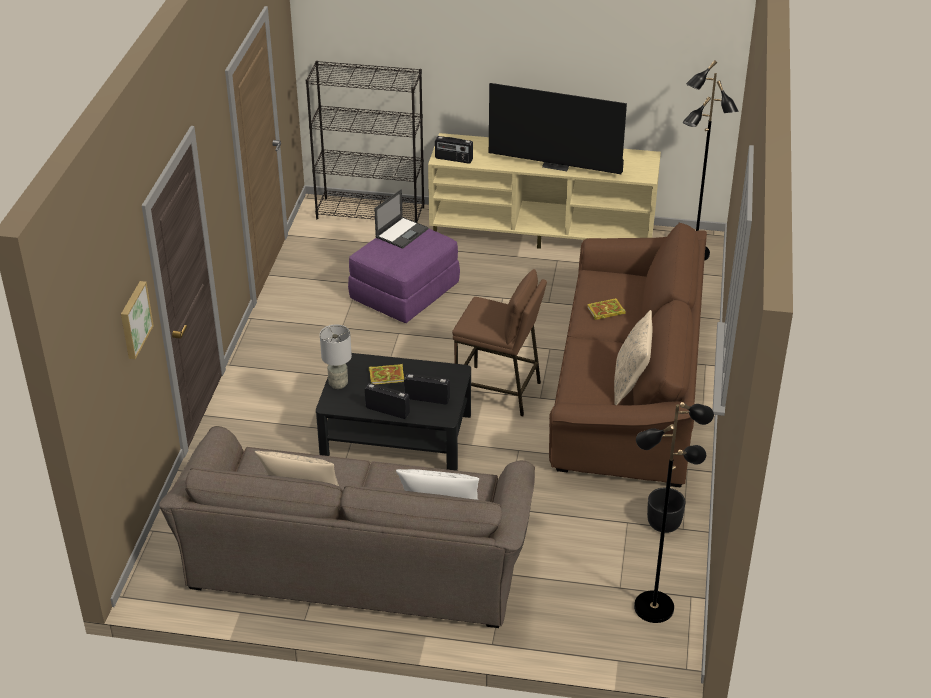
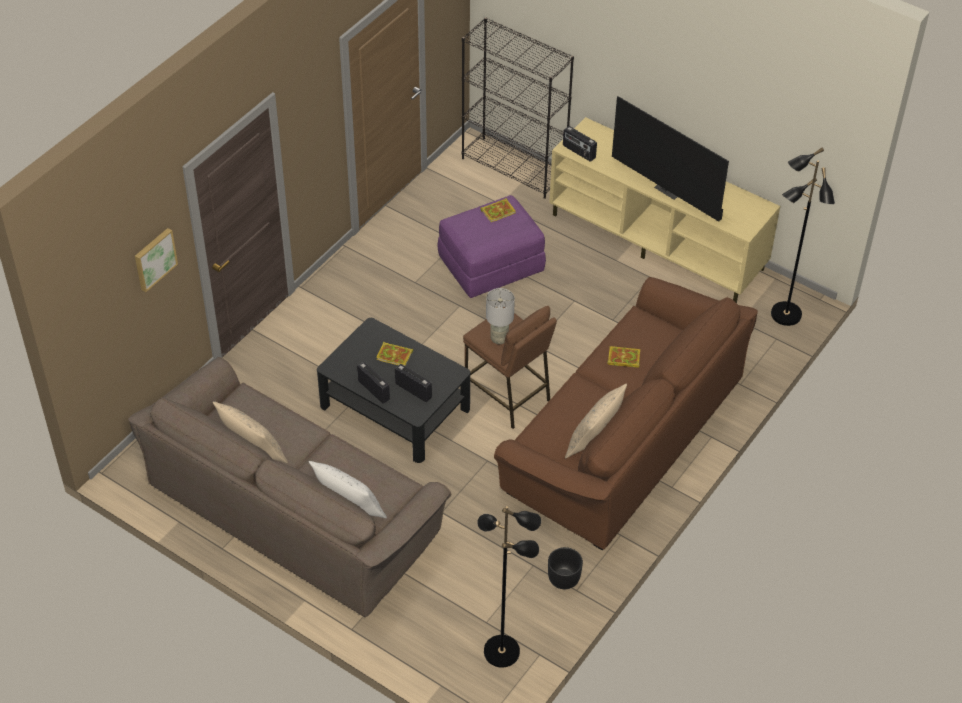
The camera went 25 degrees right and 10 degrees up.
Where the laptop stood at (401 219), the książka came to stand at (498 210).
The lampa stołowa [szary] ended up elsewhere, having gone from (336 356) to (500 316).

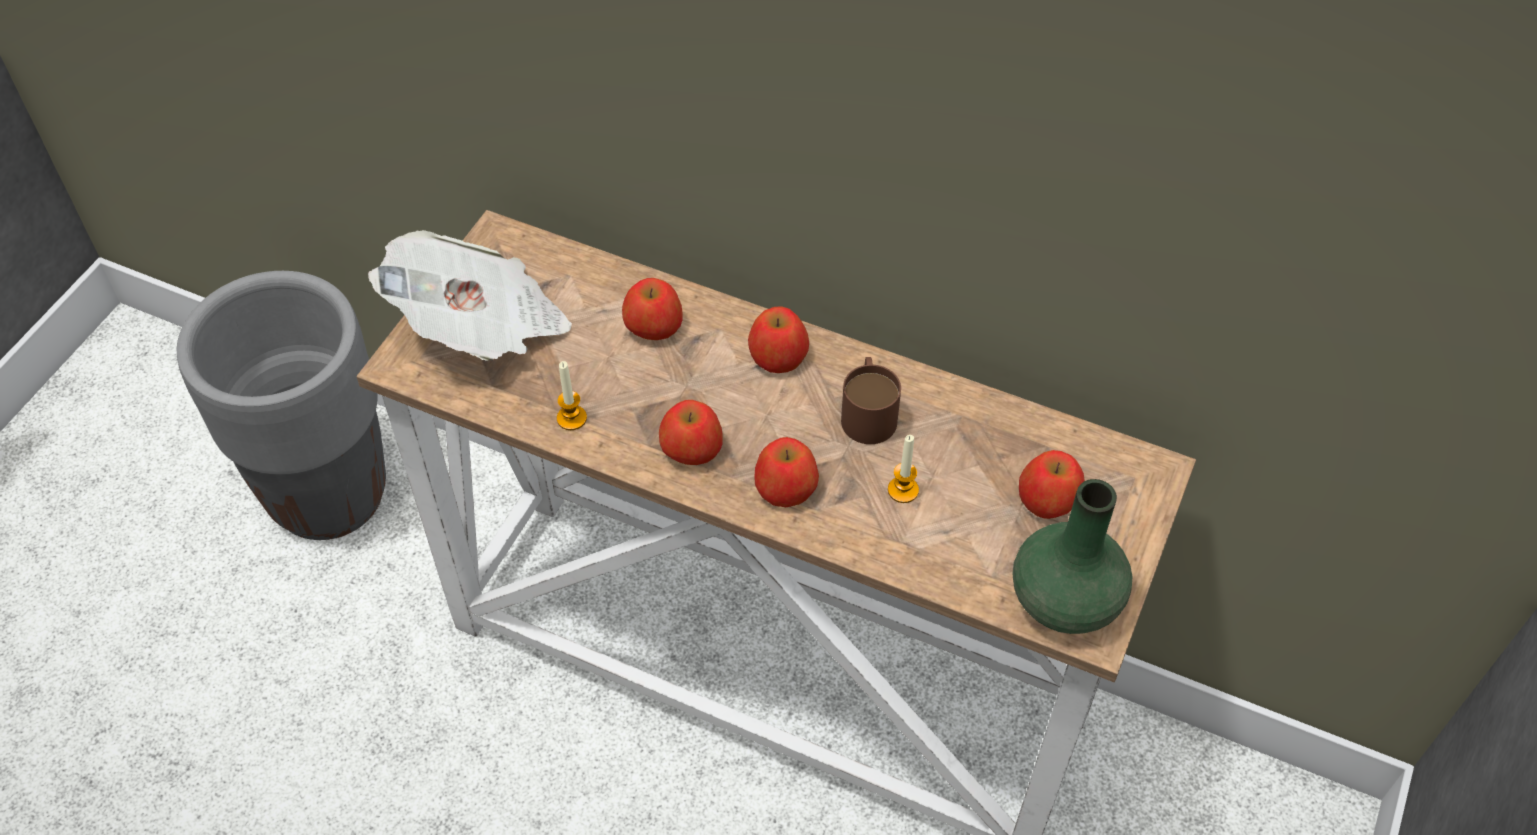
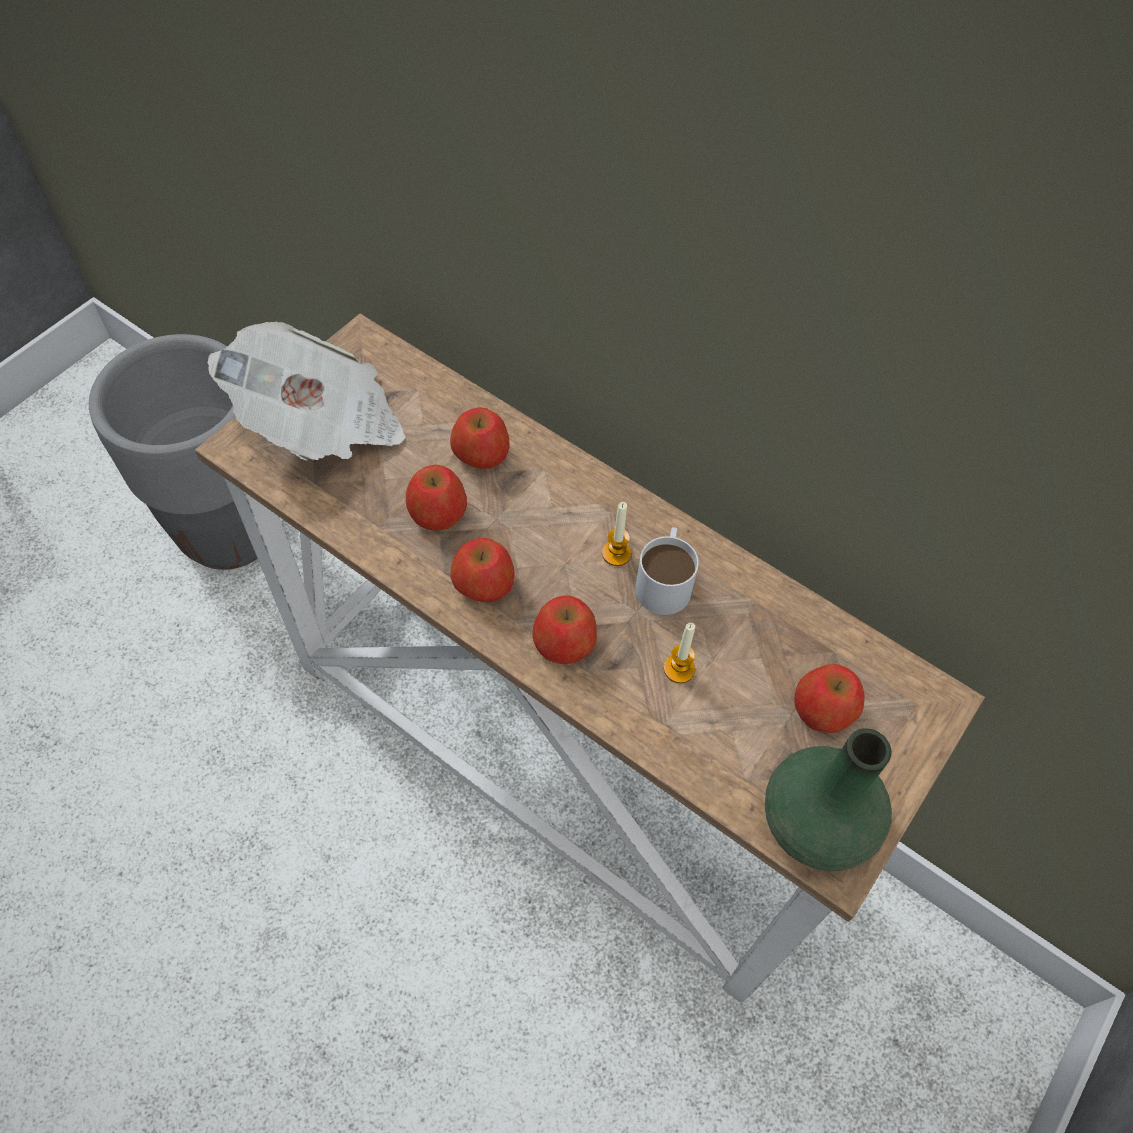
The camera went 10 degrees right and 5 degrees up.
The jabłko ended up elsewhere, having gone from (778 339) to (436 498).
The świeca ended up elsewhere, having gone from (572 395) to (617 534).
What was the kubek [brązowy] at (871 400) turned into the kubek [biały] at (667 571).

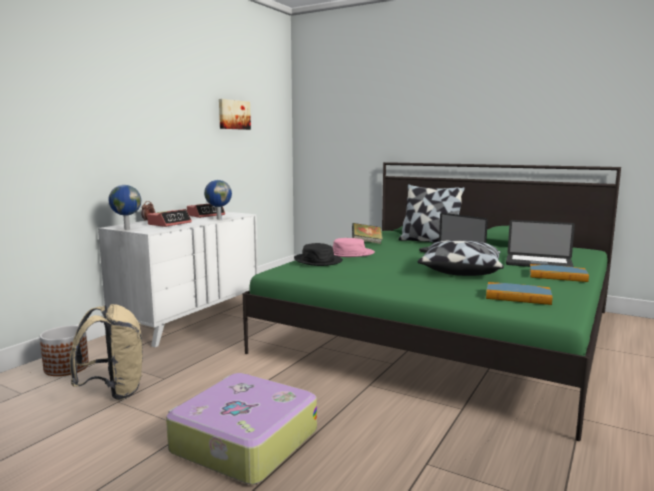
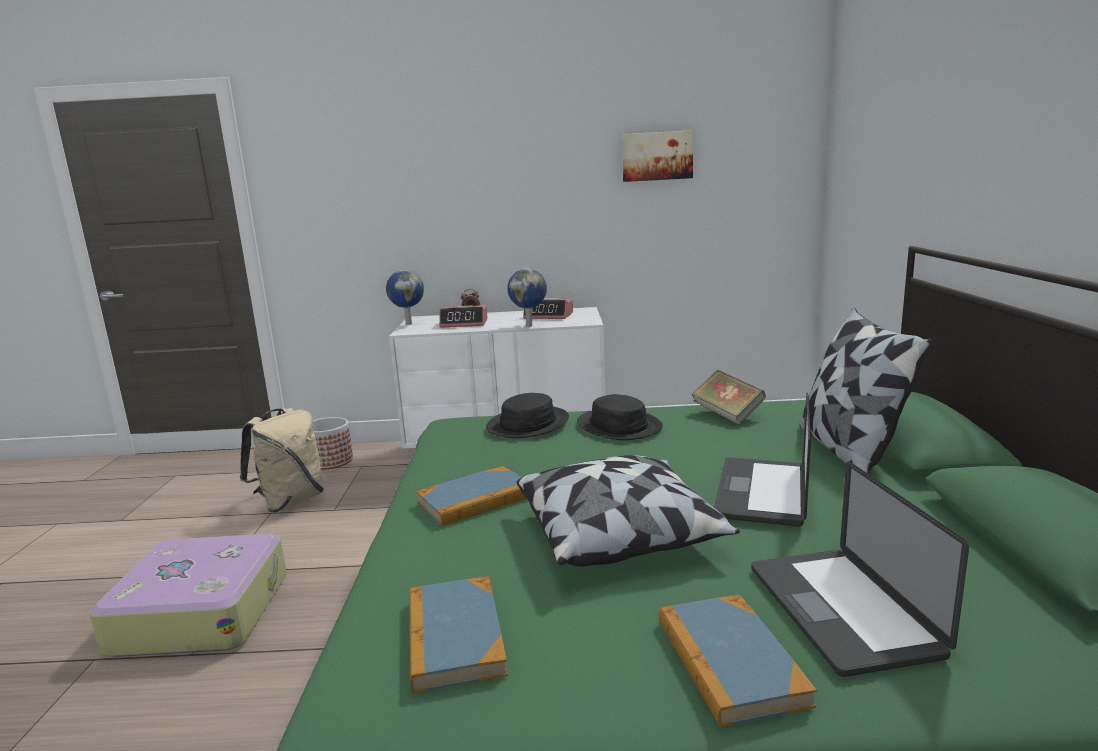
The camera went 60 degrees right and 5 degrees up.
The second view gained the książka at (471 496).
What was the kapelusz [różowy] at (354 247) turned into the kapelusz [czarny] at (620 417).

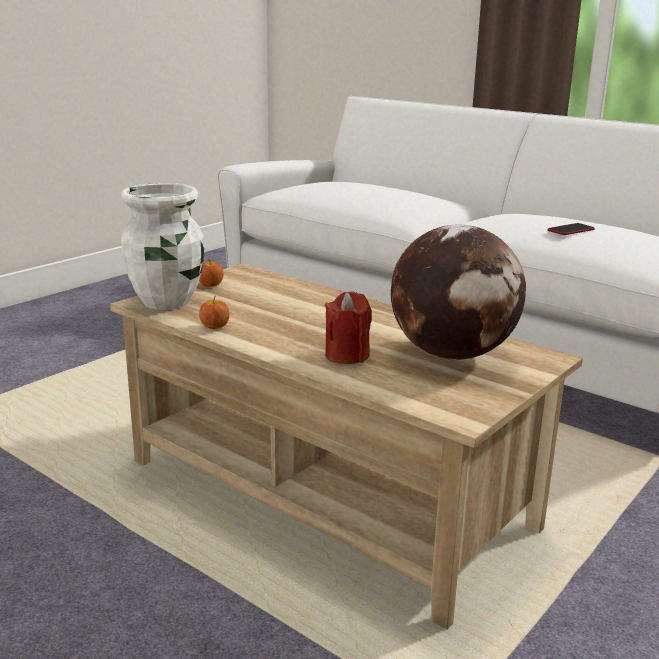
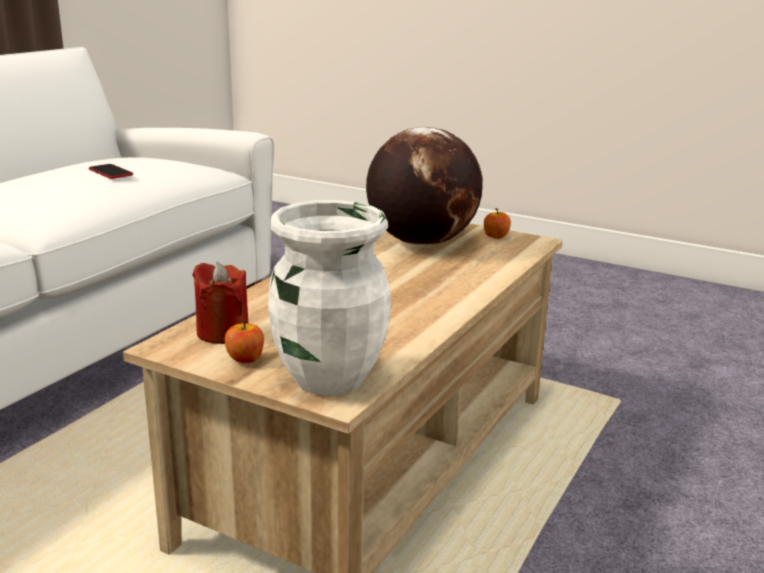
The camera went 100 degrees left and 0 degrees up.
The świeca [czerwony] ended up elsewhere, having gone from (348 327) to (220 303).
The jabłko ended up elsewhere, having gone from (214 312) to (497 223).

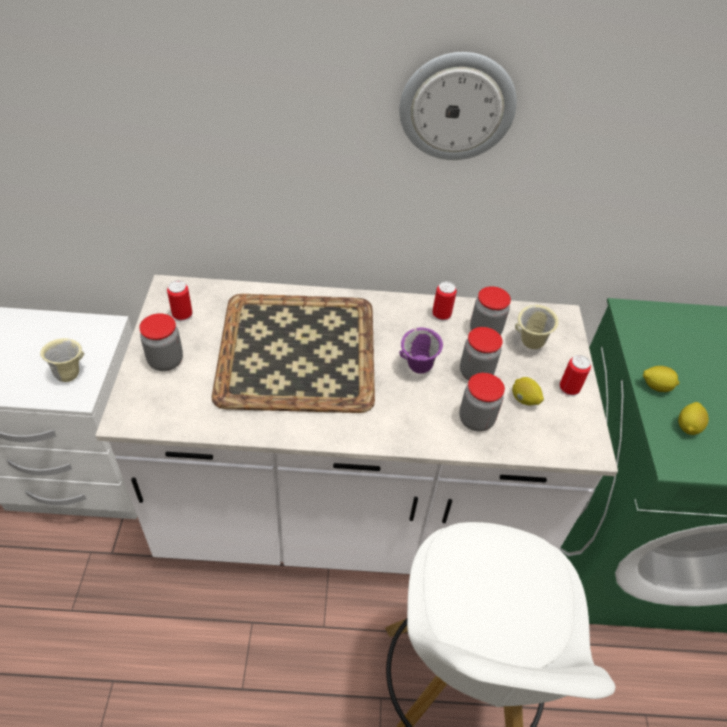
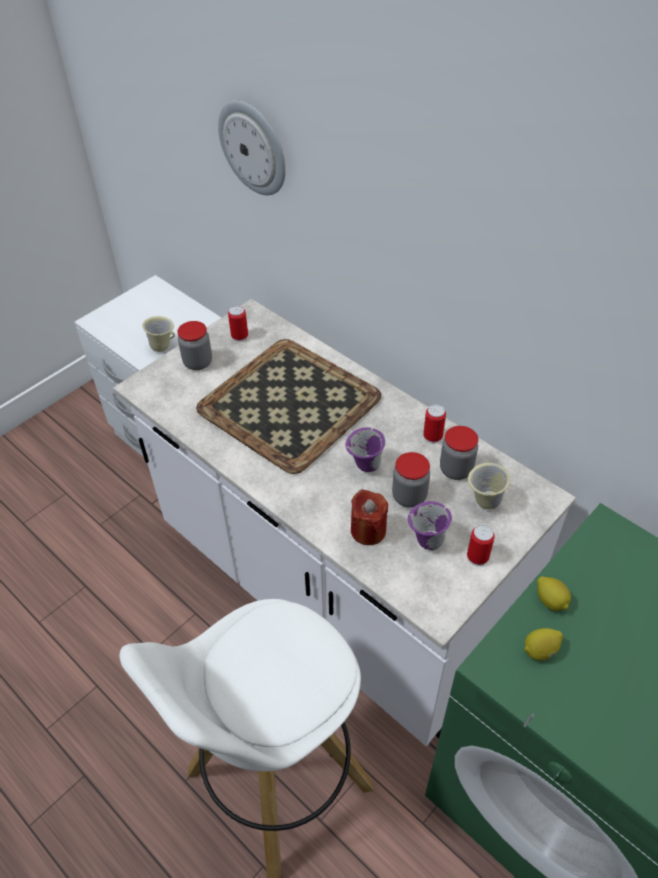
The camera went 45 degrees right and 0 degrees up.
The zegar ścienny ended up elsewhere, having gone from (458 106) to (252 148).
Where the słoik stood at (482 402), the świeca [czerwony] came to stand at (369 517).
Where the cytryna stood at (528 391), the kubek [fioletowy] came to stand at (430 525).

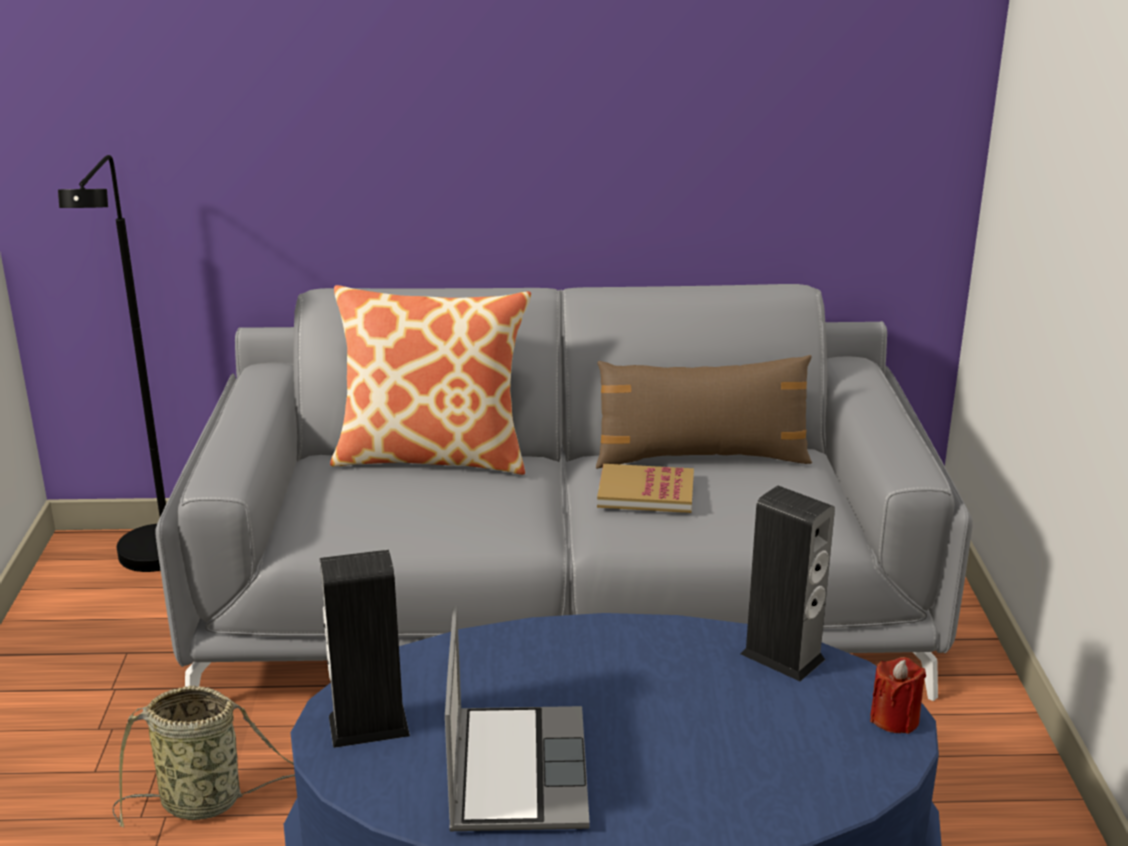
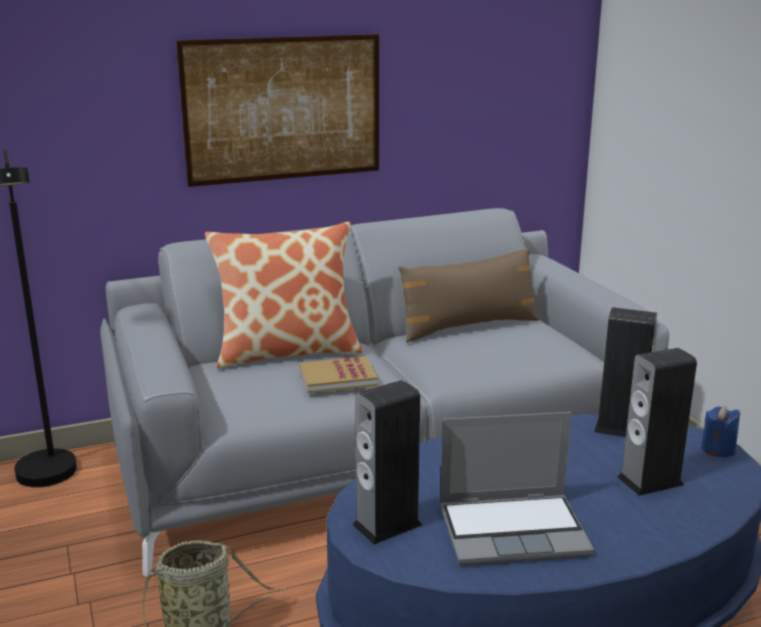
The camera went 20 degrees left and 5 degrees down.
The second view gained the obraz at (277 110).
The książka ended up elsewhere, having gone from (645 488) to (338 374).
The laptop at (517 718) ended up facing another way, 105 degrees clockwise from before.
The second view gained the głośnik at (657 422).
What was the świeca [czerwony] at (898 695) turned into the świeca [niebieski] at (720 431).

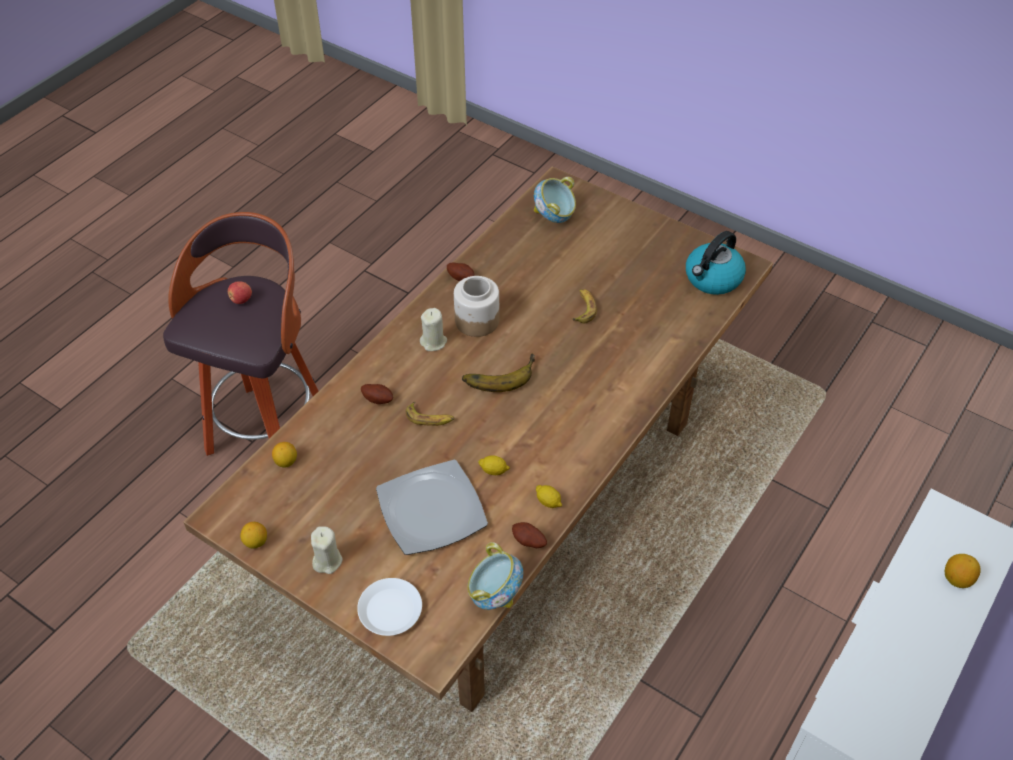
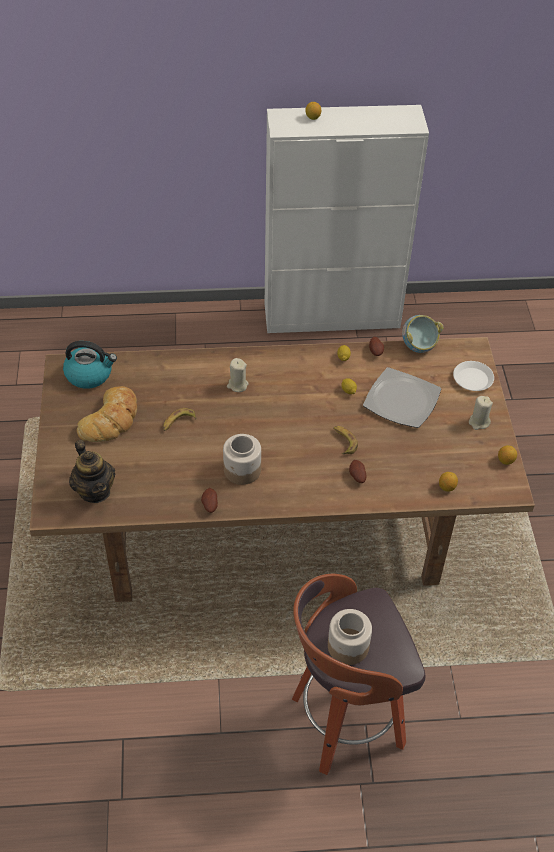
The camera went 130 degrees left and 0 degrees up.
Where the miska stood at (555 200), the imbryk came to stand at (92 471).
The second view gained the chleb at (107 414).
The świeca [beżowy] ended up elsewhere, having gone from (433 329) to (238 375).
Where the jabłko stood at (240 292), the słoik came to stand at (350 637).
The second view lost the banan at (498 372).

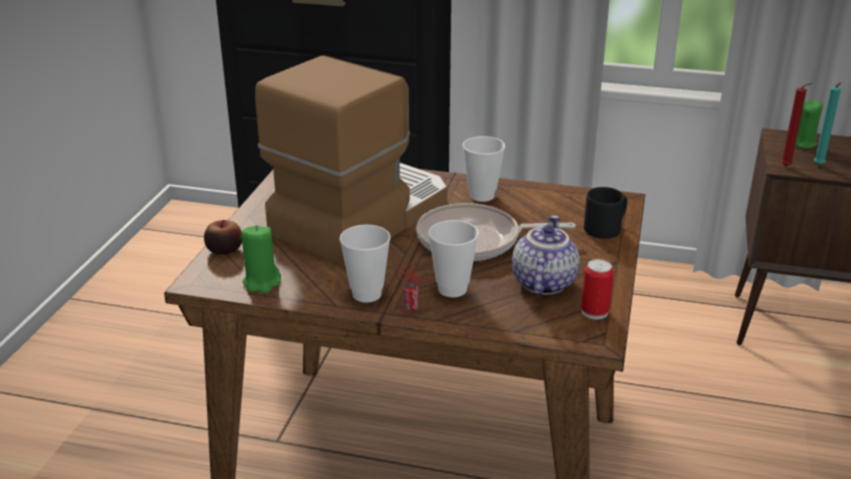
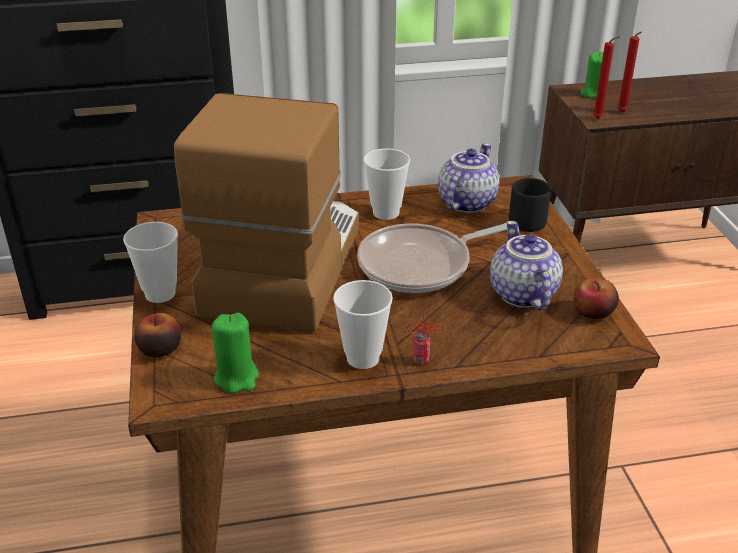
The camera went 25 degrees left and 5 degrees up.
The filiżanka ended up elsewhere, having gone from (453 258) to (150 262).
The second view gained the imbryk at (468 178).
Where the puszka stood at (597 289), the jabłko came to stand at (596 298).
What was the świeca [turkusowy] at (827 124) turned into the świeca [czerwony] at (629 72).

